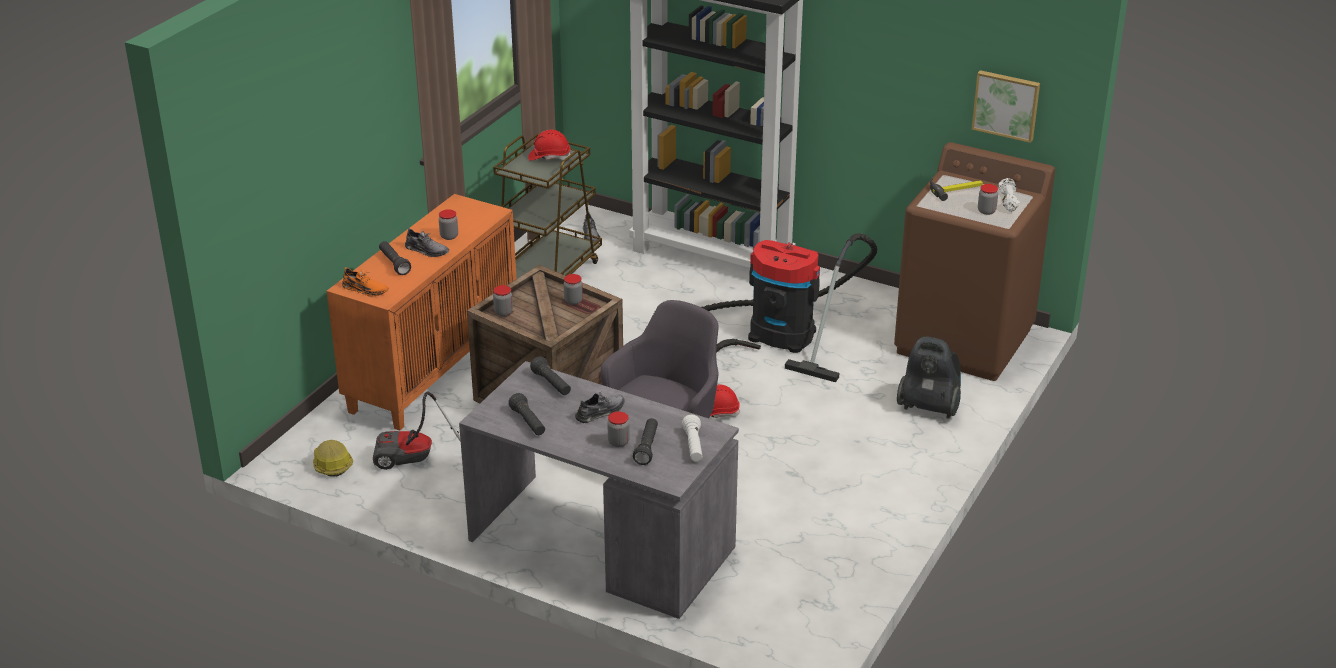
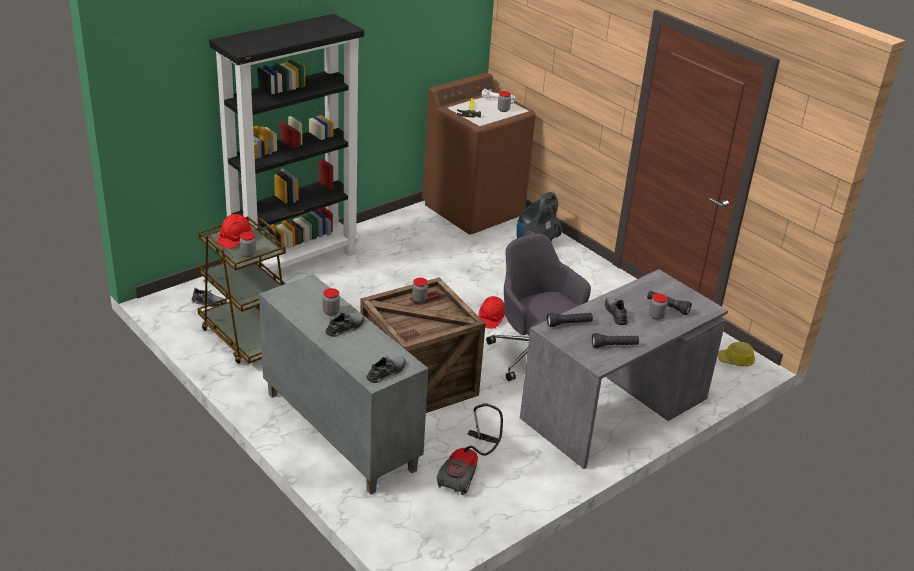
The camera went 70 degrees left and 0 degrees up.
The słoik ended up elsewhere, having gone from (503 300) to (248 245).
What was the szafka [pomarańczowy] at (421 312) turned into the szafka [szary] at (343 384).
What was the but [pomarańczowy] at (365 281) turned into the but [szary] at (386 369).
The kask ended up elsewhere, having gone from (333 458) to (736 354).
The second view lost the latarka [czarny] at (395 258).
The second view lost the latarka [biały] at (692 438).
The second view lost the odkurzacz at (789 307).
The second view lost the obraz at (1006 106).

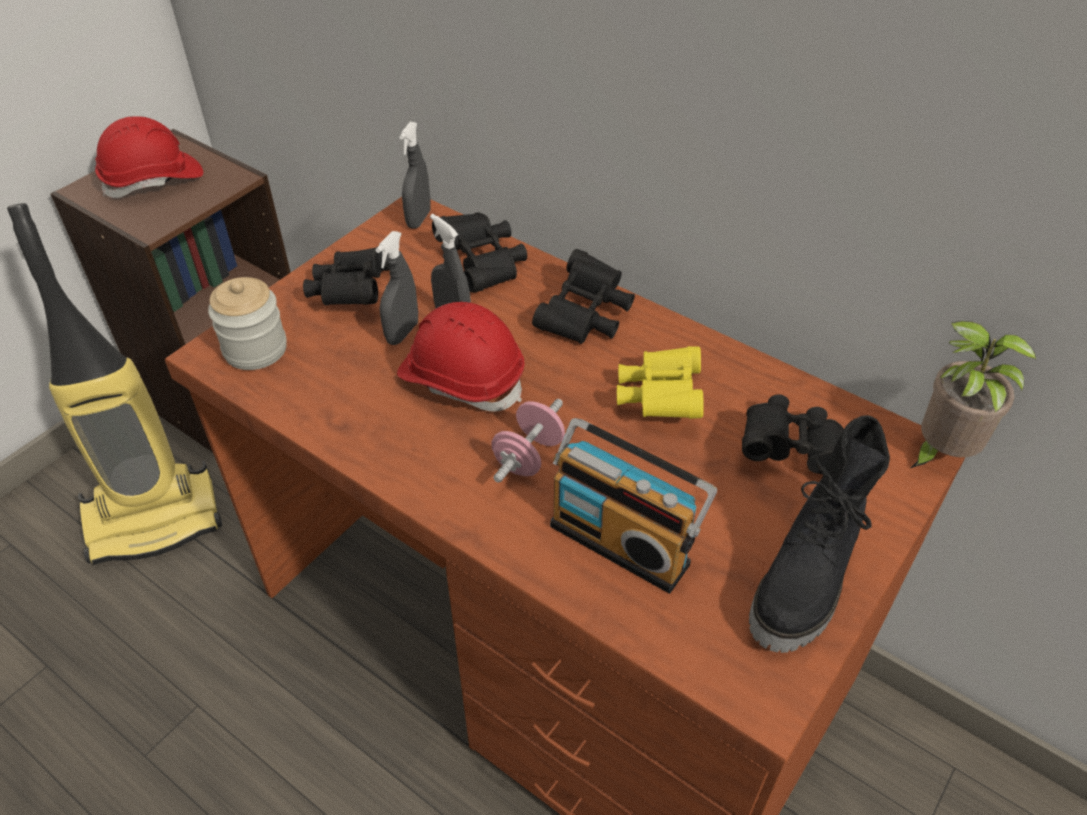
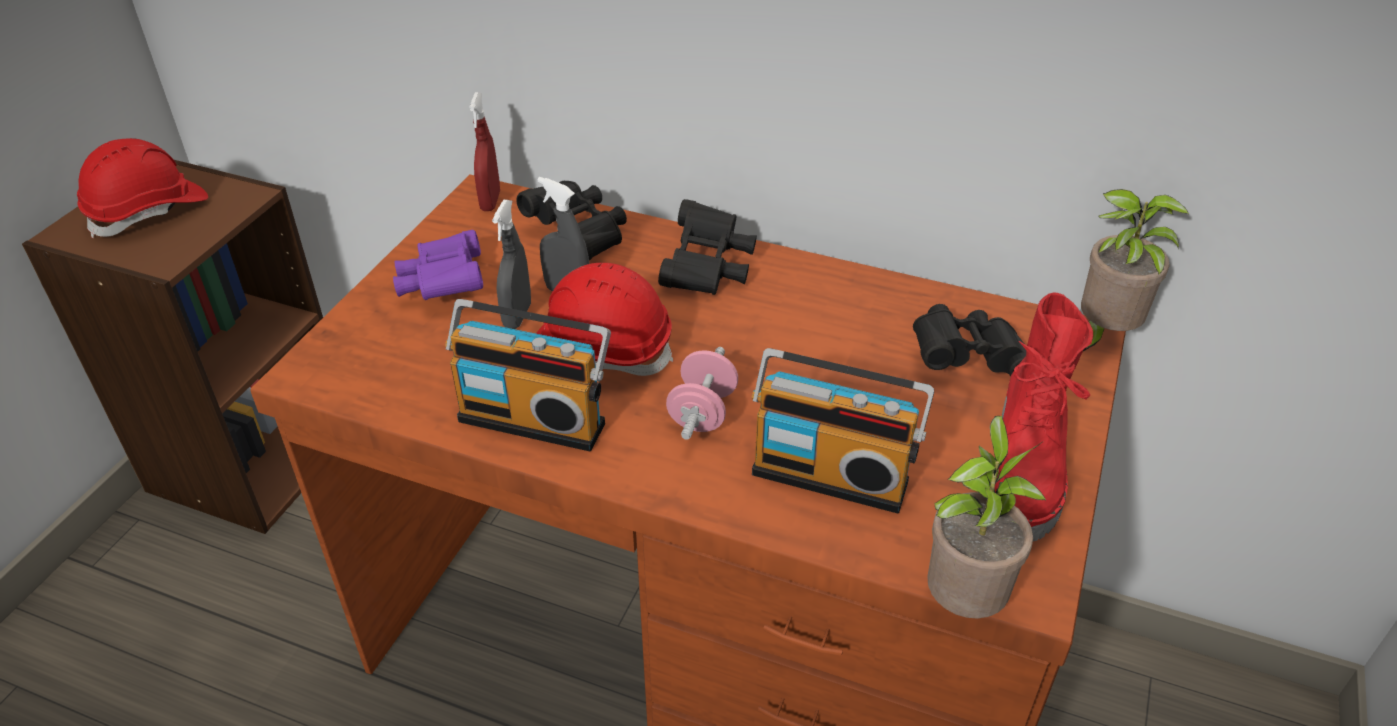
The camera went 15 degrees left and 5 degrees down.
What was the lornetka [czarny] at (346 275) turned into the lornetka [fioletowy] at (438 265).
The second view gained the radio at (528 375).
What was the spryskiwacz [szary] at (415 175) turned into the spryskiwacz [czerwony] at (484 151).
The second view gained the roślina doniczkowa at (987 517).
What was the but z cholewką [czarny] at (819 534) turned into the but z cholewką [czerwony] at (1044 416).
The second view lost the odkurzacz at (114 384).
The second view lost the słoik at (247 323).
The second view lost the lornetka [żółty] at (660 382).

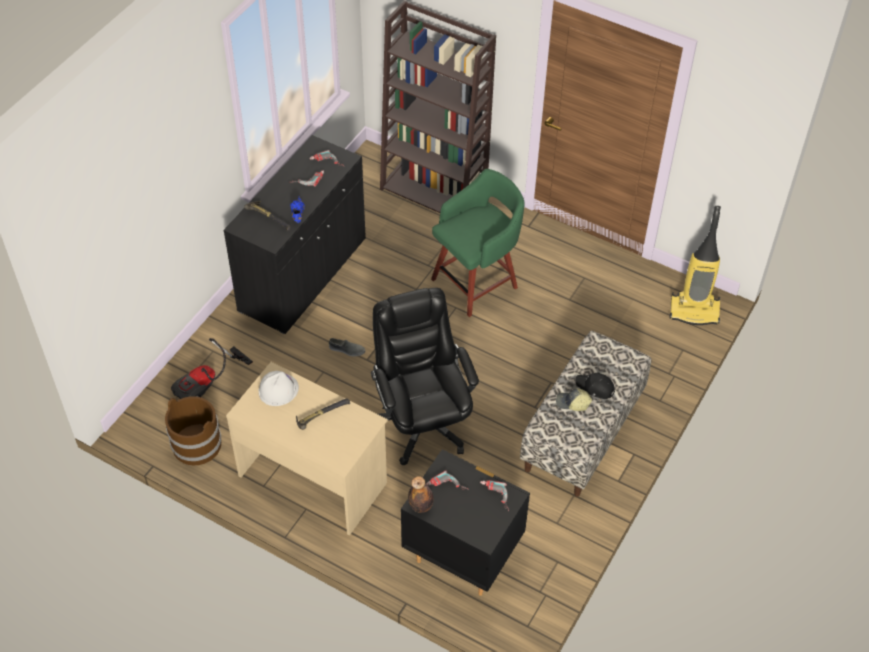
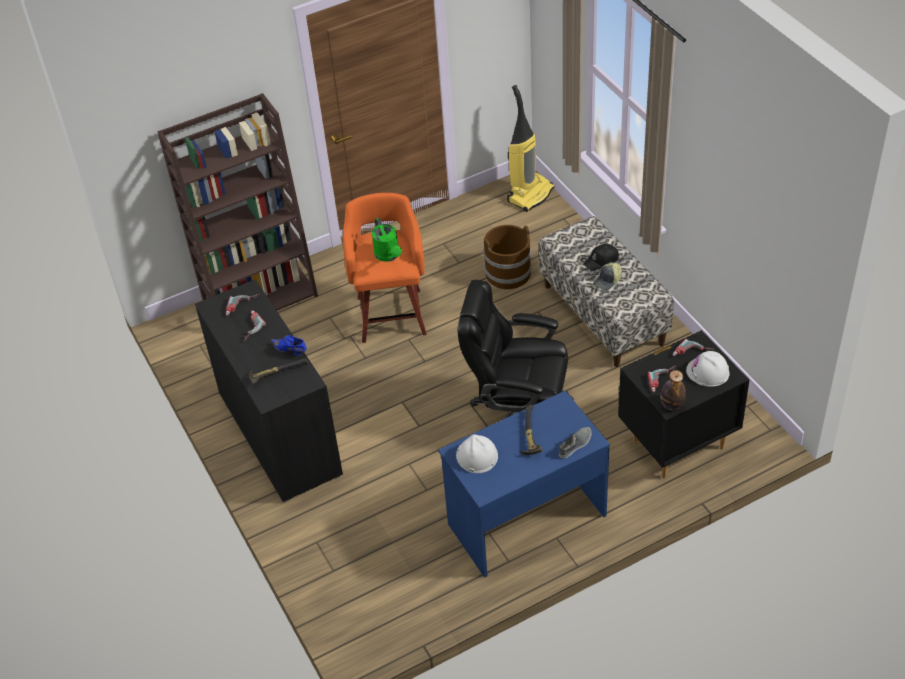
The camera went 55 degrees left and 5 degrees down.
What was the stołek [zielony] at (478 243) turned into the stołek [pomarańczowy] at (385 268).
The second view gained the konewka [zielony] at (387 240).
What was the biurko [beżowy] at (307 449) turned into the biurko [niebieski] at (524 484).
The wiadro [brązowy] ended up elsewhere, having gone from (193 430) to (507 257).
The but [szary] ended up elsewhere, having gone from (347 347) to (575 442).
The second view gained the kask [biały] at (708 369).
The second view lost the odkurzacz at (212 368).

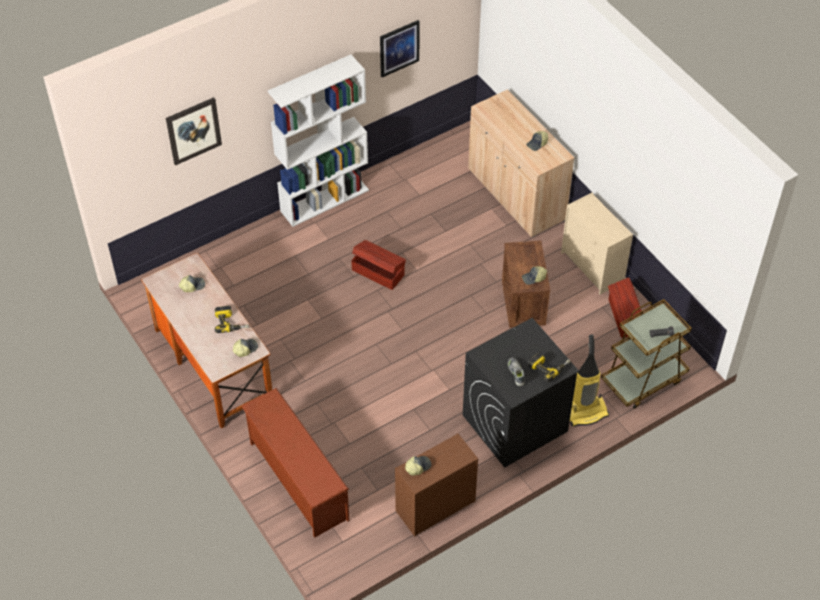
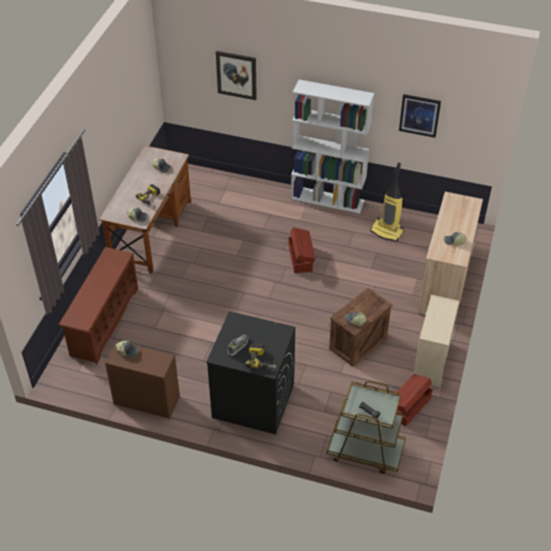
The camera went 50 degrees right and 5 degrees down.
The odkurzacz ended up elsewhere, having gone from (589 380) to (387 202).

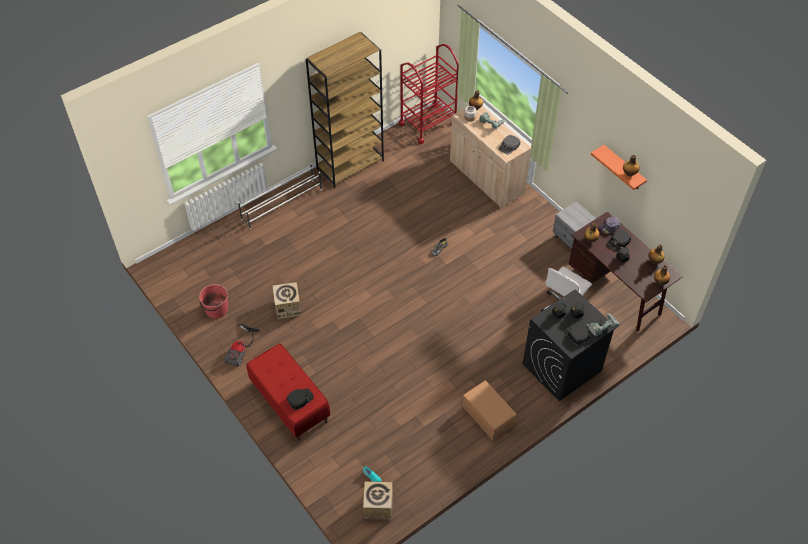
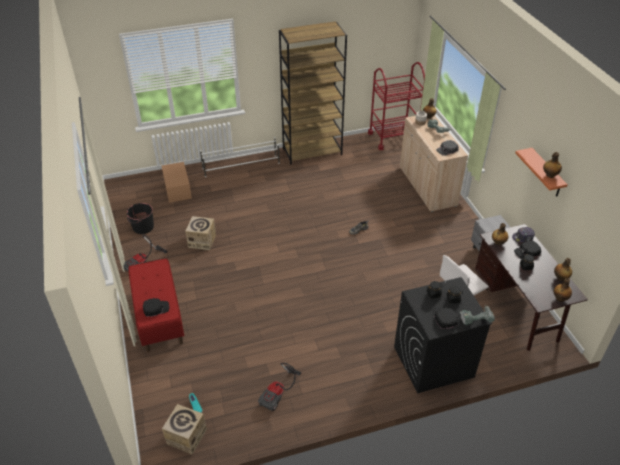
The camera went 20 degrees right and 10 degrees down.
What was the wiadro [czerwony] at (213 301) turned into the wiadro [czarny] at (140 218).
The karton ended up elsewhere, having gone from (489 410) to (177 182).
The second view gained the odkurzacz at (279 387).

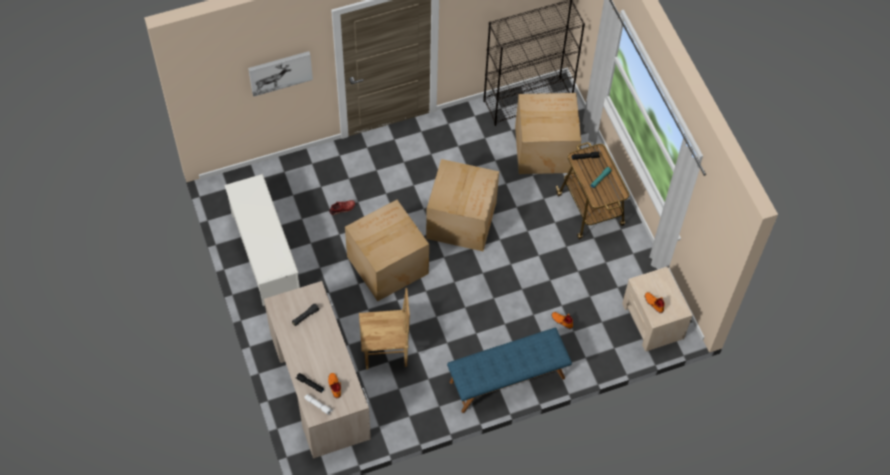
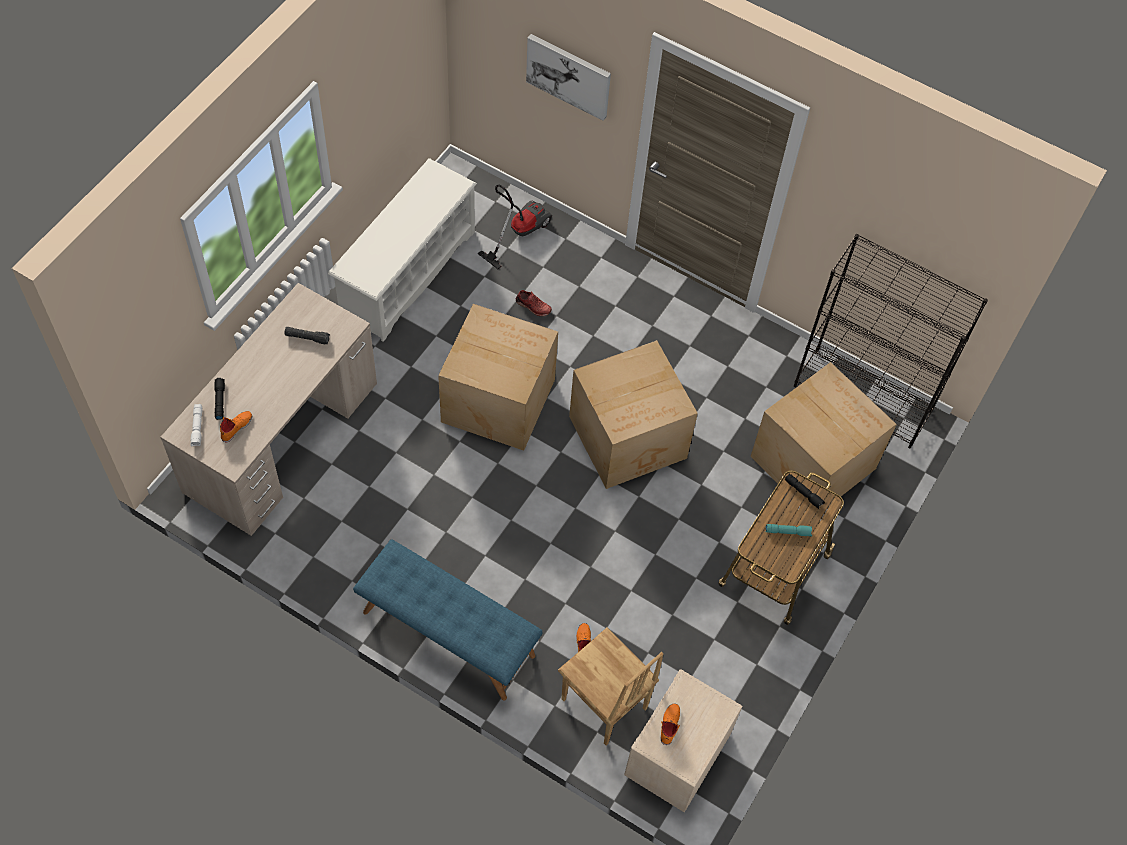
The camera went 50 degrees right and 0 degrees up.
The second view gained the odkurzacz at (514 227).
The krzesło [brązowy] ended up elsewhere, having gone from (384 329) to (611 687).

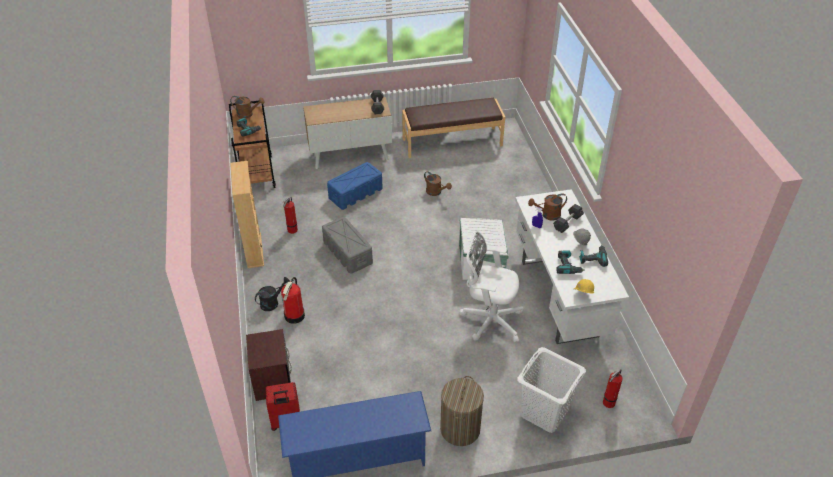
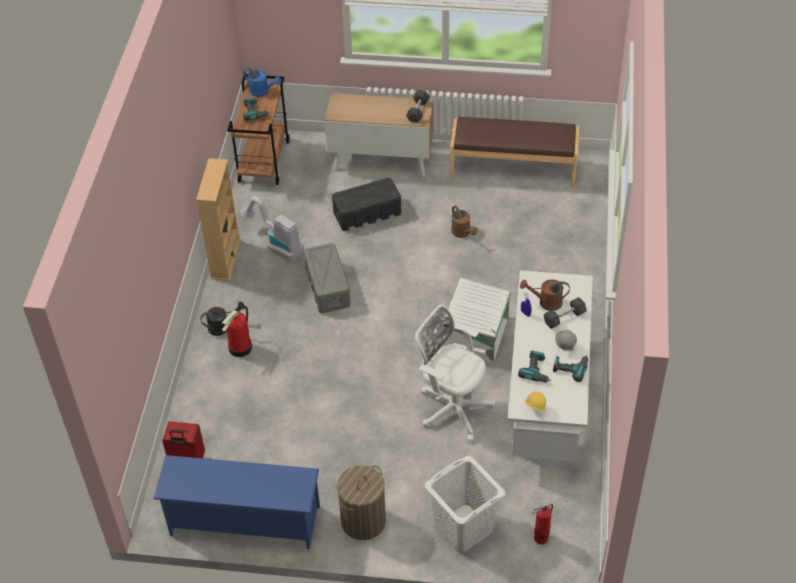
The camera went 20 degrees right and 5 degrees up.
Where the gaśnica stood at (290 215), the odkurzacz came to stand at (272 229).
What was the konewka [brązowy] at (247 107) turned into the konewka [niebieski] at (262 82).
What was the pojemnik do przechowywania [niebieski] at (355 186) turned into the pojemnik do przechowywania [czarny] at (366 204).
The second view lost the szafka nocna [brązowy] at (269 365).

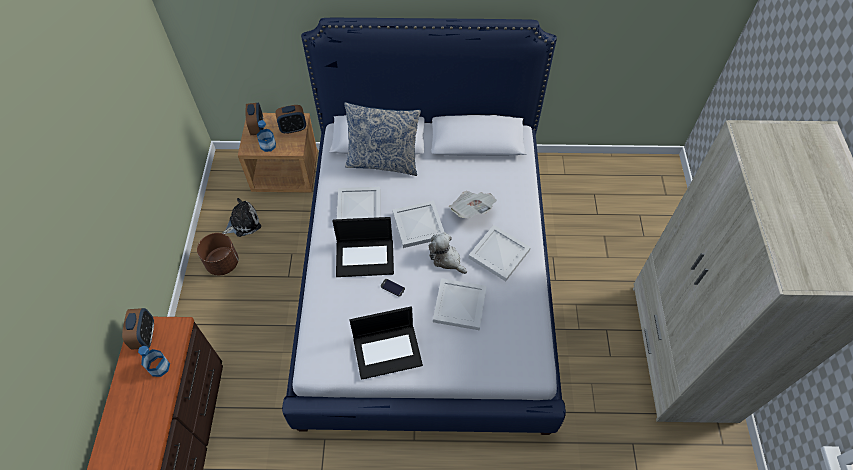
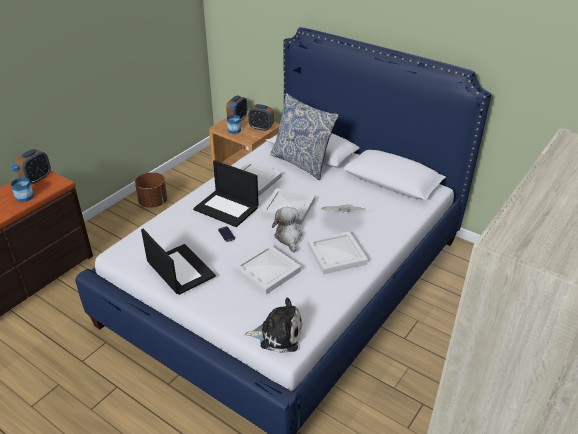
The camera went 35 degrees right and 20 degrees down.
The laptop at (386 343) ended up facing another way, 150 degrees counterclockwise from before.
The pluszak ended up elsewhere, having gone from (241 217) to (273 325).

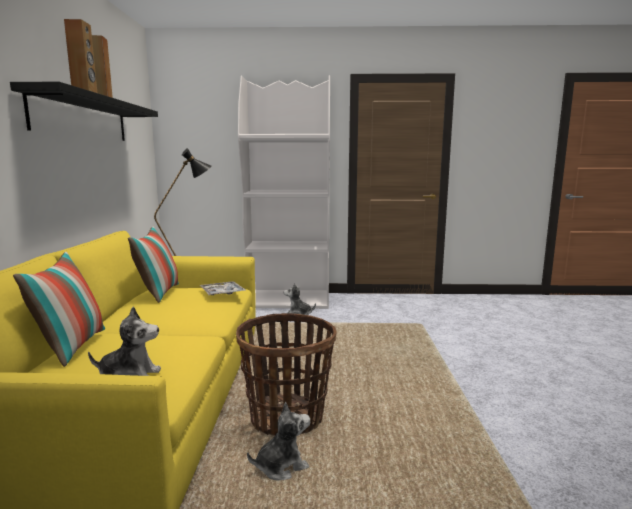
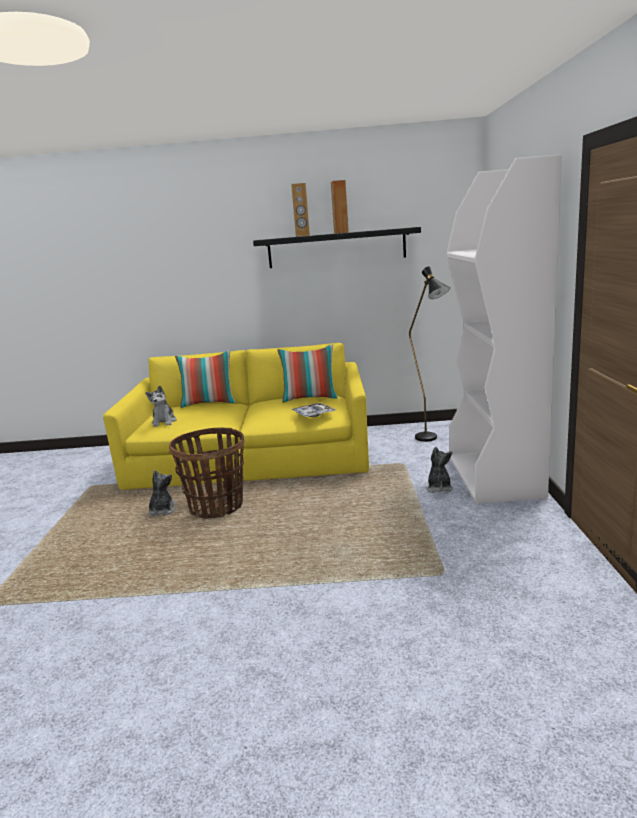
The camera went 90 degrees right and 5 degrees up.
The pluszak at (278 441) ended up facing another way, 150 degrees counterclockwise from before.

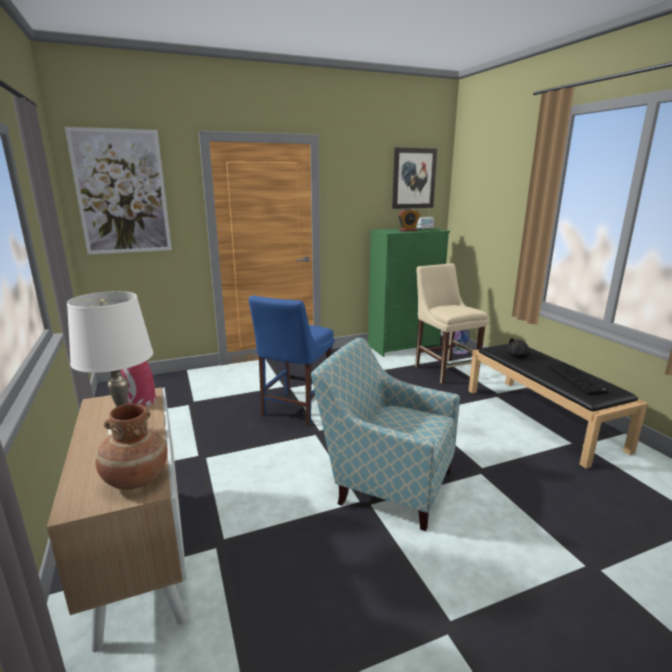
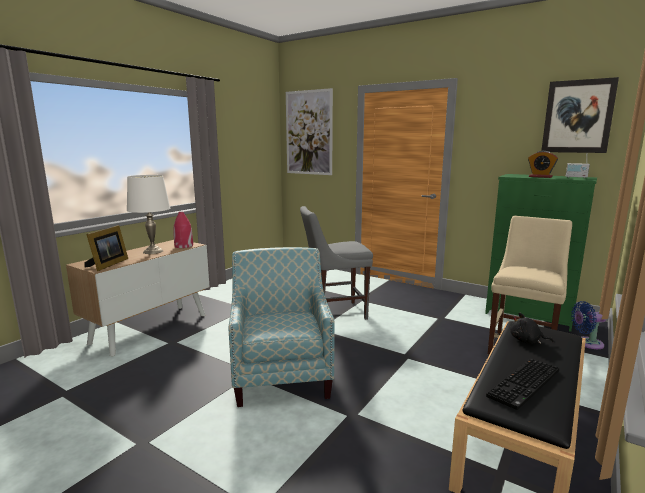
The camera went 55 degrees right and 5 degrees down.
Where the wazon [brązowy] stood at (132 446), the ramka na zdjęcie came to stand at (106 248).
What was the krzesło [niebieski] at (291 361) turned into the krzesło [szary] at (336 263).

